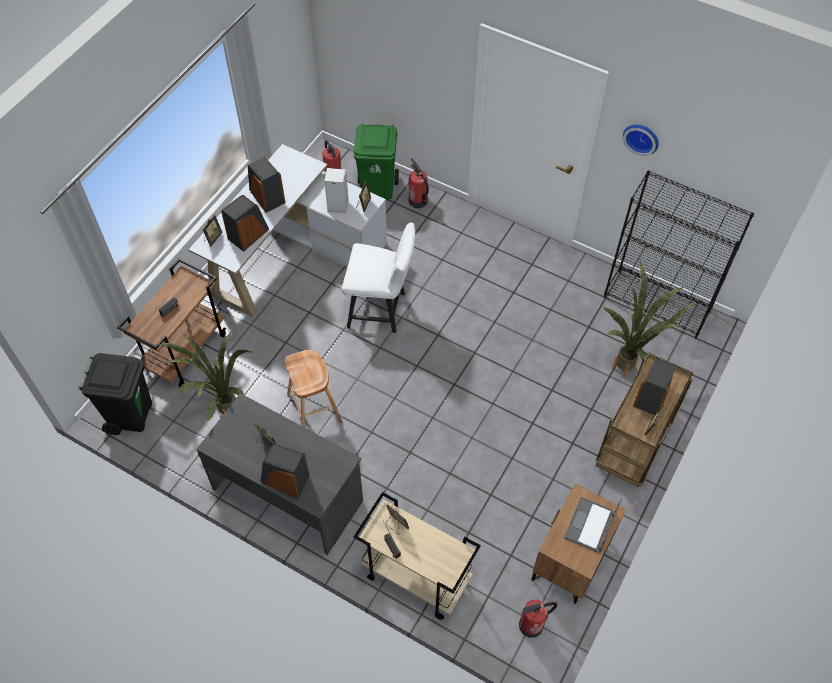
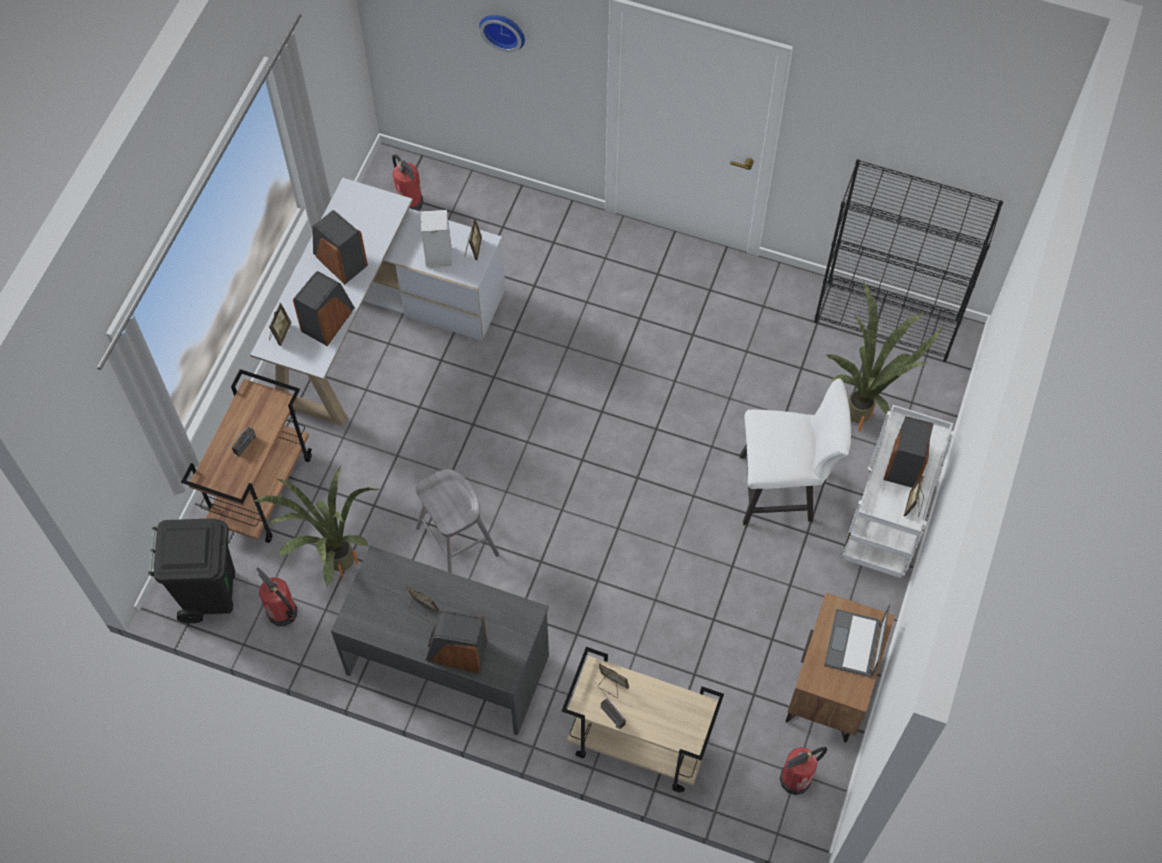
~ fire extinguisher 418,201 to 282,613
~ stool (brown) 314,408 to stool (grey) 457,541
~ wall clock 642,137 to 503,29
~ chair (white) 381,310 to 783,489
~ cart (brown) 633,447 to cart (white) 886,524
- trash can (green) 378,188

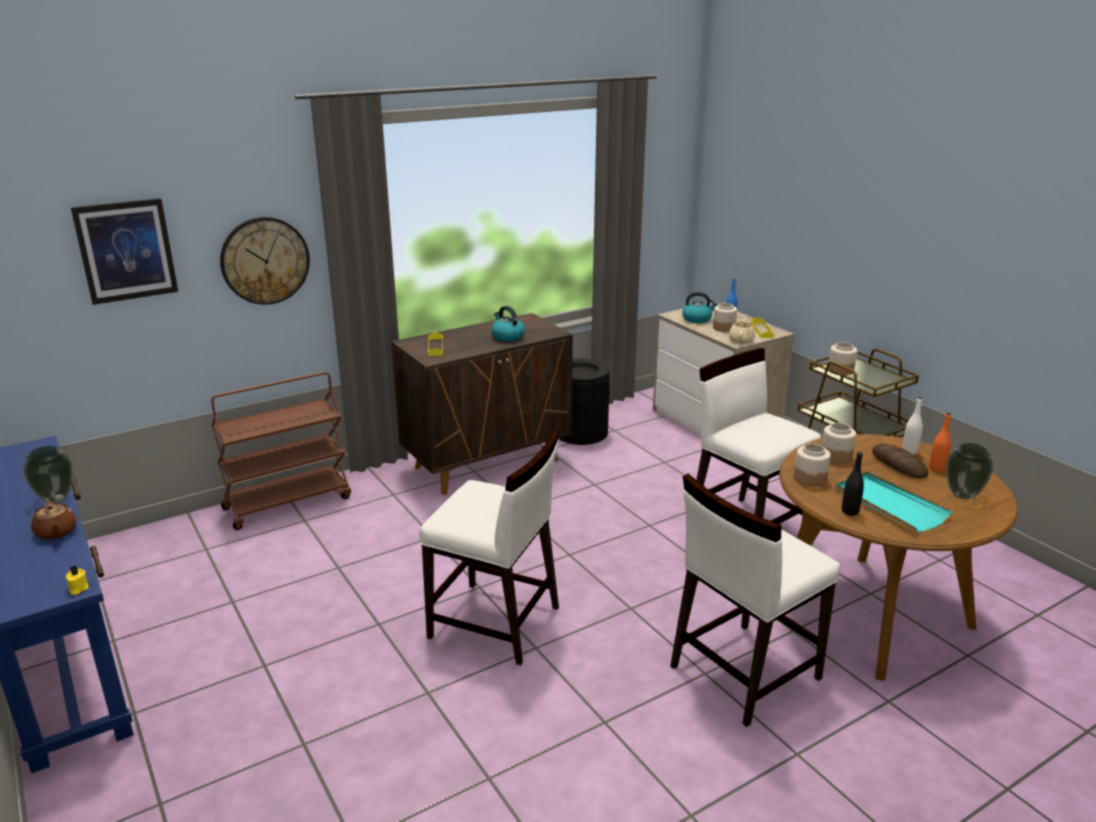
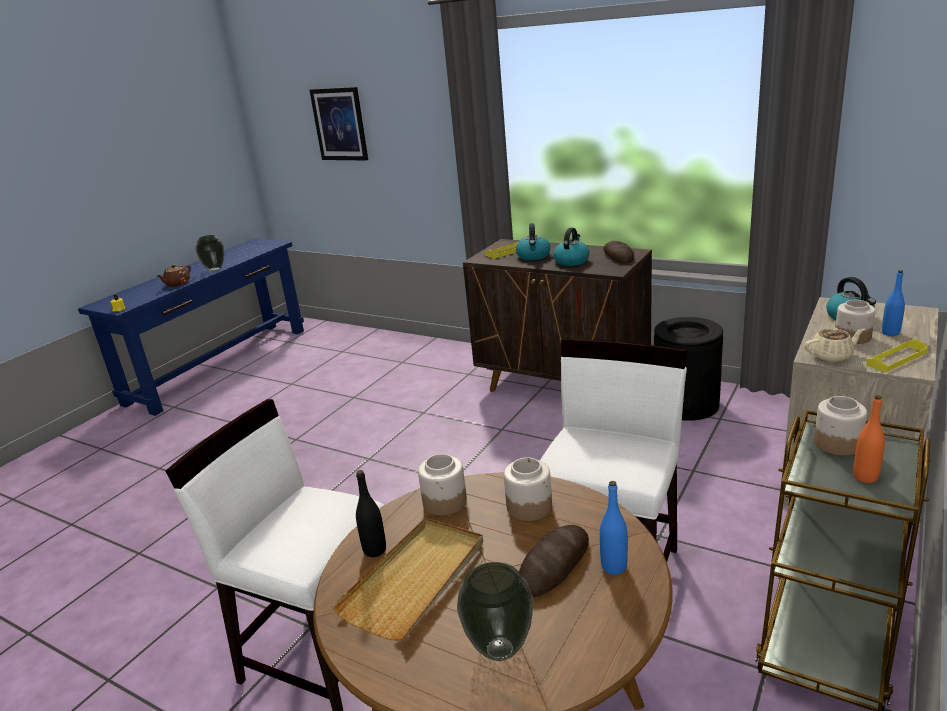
~ tray (turquoise) 889,505 to tray (beige) 415,579
+ kettle 533,256
~ bottle (white) 909,451 to bottle (blue) 614,567
+ bread 618,256
~ bottle (orange) 937,469 to 865,477
- cart (brown) 288,502
- wall clock 265,260
- chair (white) 495,623

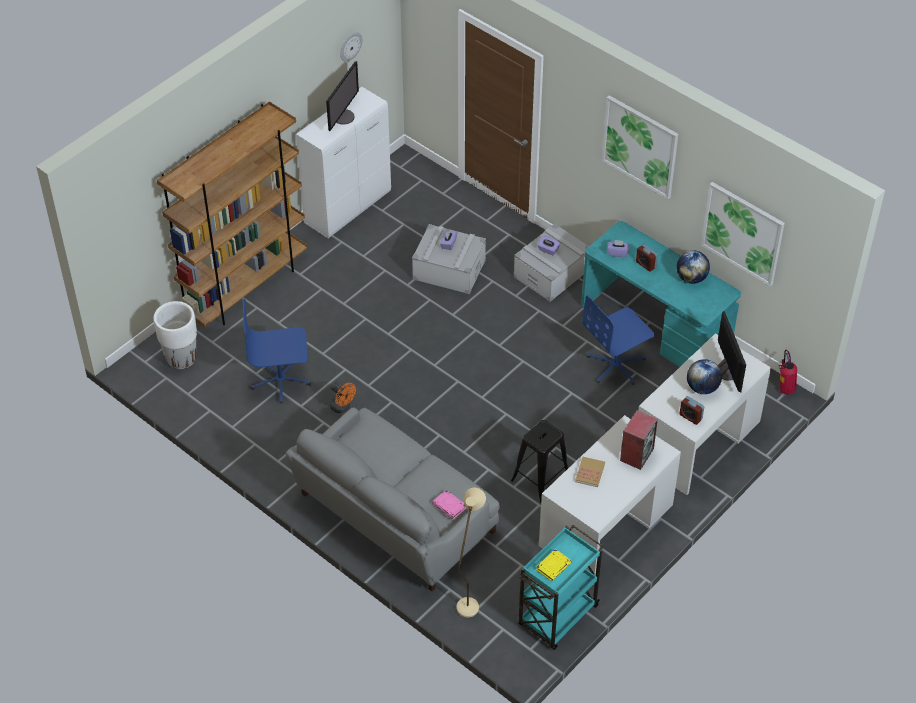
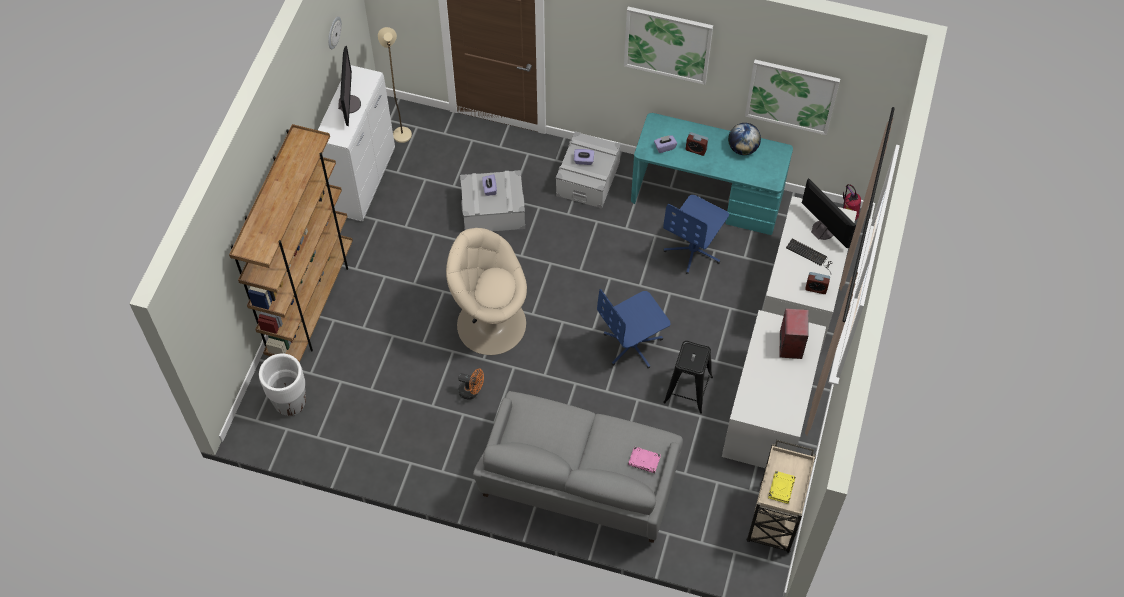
~ floor lamp (beige) 469,600 to 401,129
+ armchair (beige) 490,323
~ office chair (blue) 281,380 to 633,345
~ cart (turquoise) 557,617 to cart (beige) 774,519
~ globe 702,388 to keyboard 810,255
- book 590,473

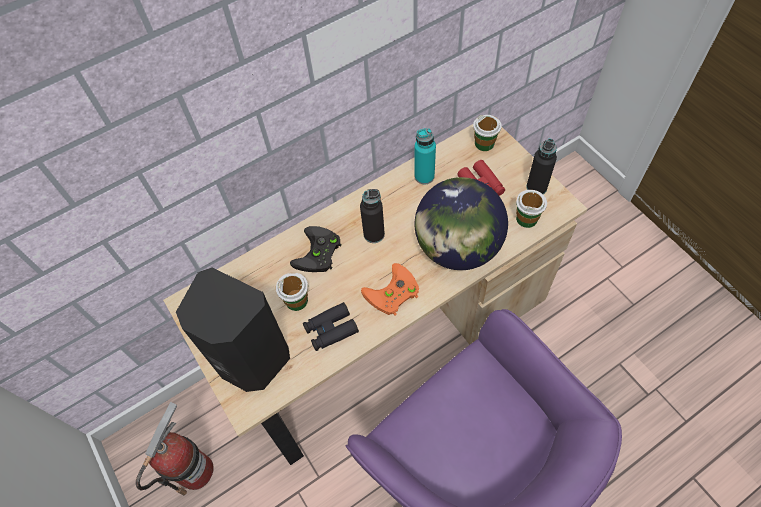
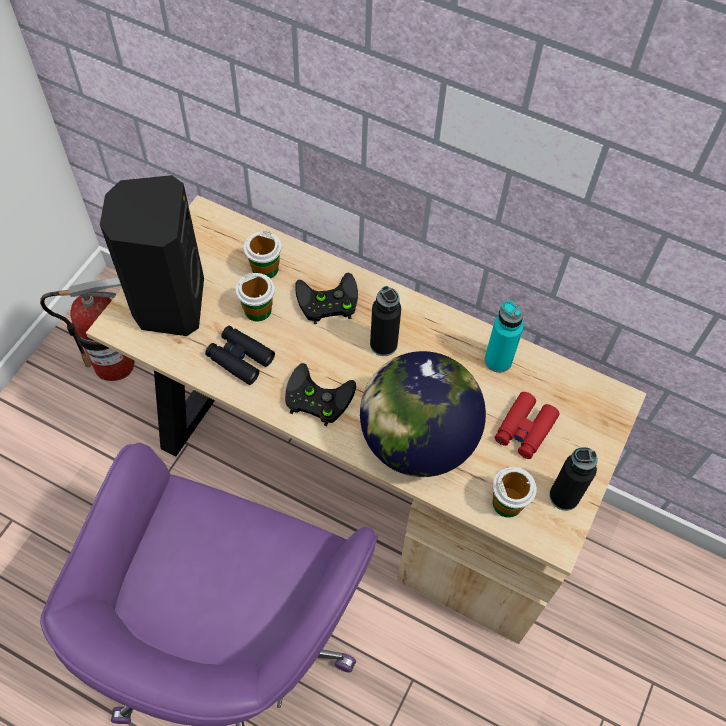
~ cup 484,143 to 265,269
~ game controller (orange) 392,294 to game controller (black) 315,398

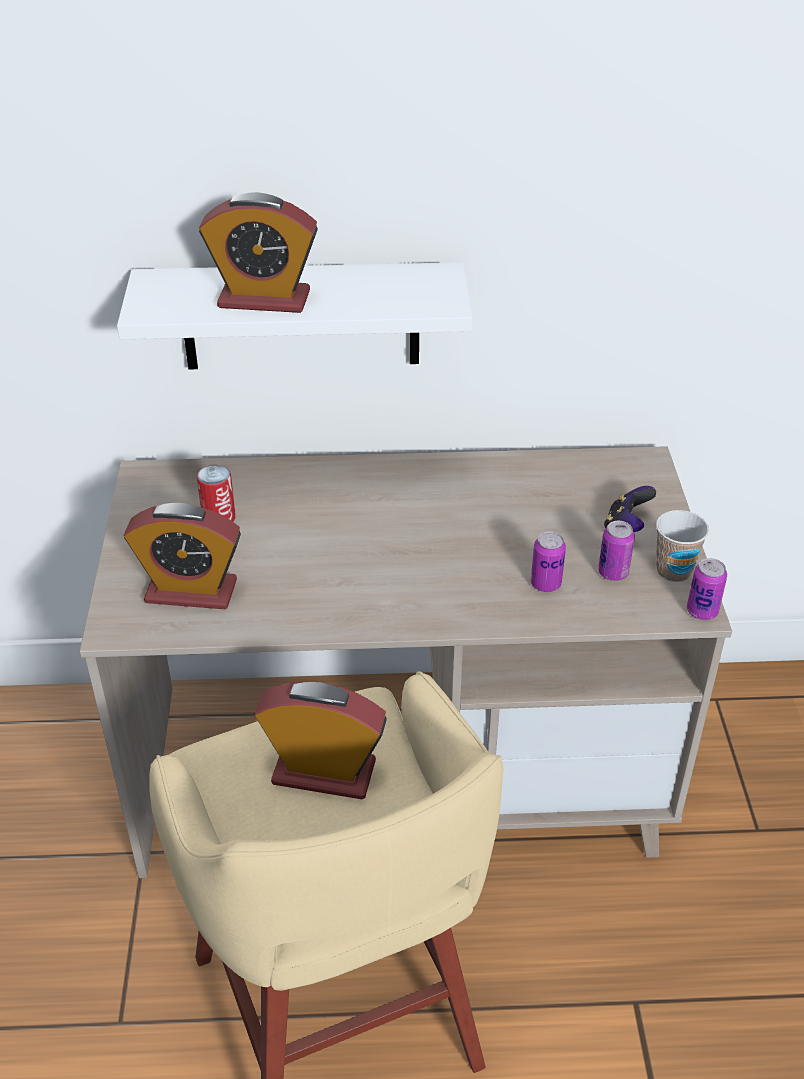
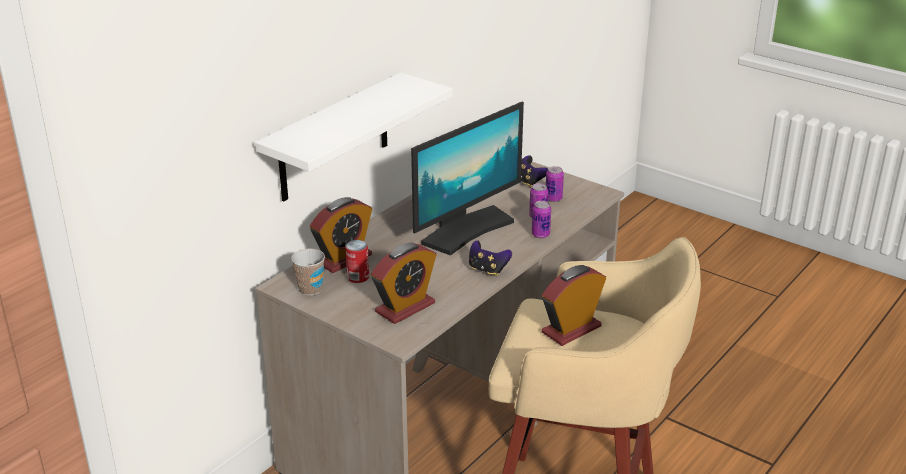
~ cup 673,571 to 310,289
~ alarm clock 264,299 to 343,259
+ monitor 466,230
+ game controller 487,270
~ can 702,611 to 540,234

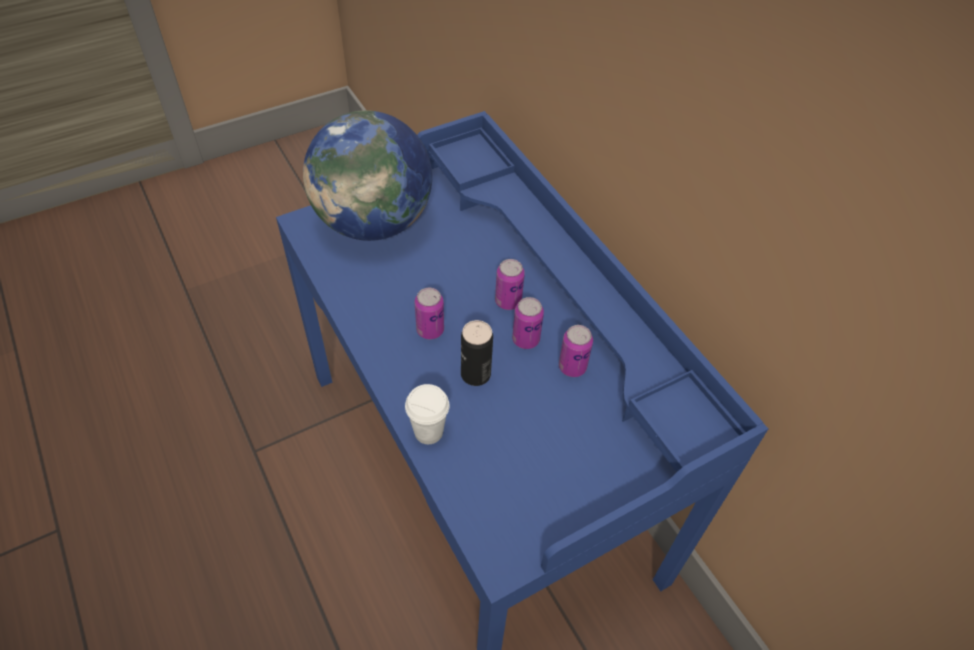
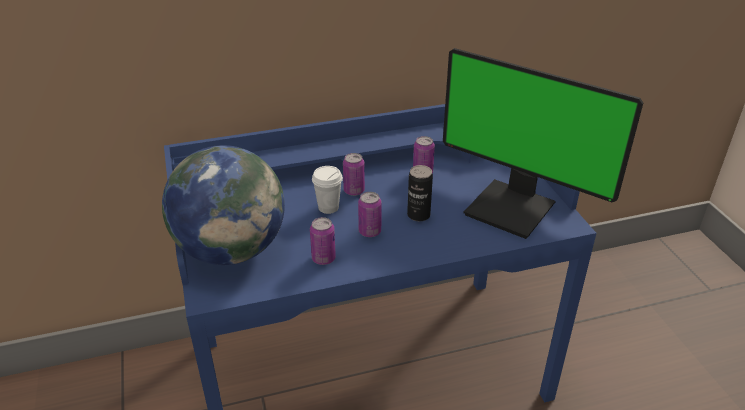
~ can 525,339 to 323,258
~ cup (white) 428,432 to 328,207
+ monitor 512,208

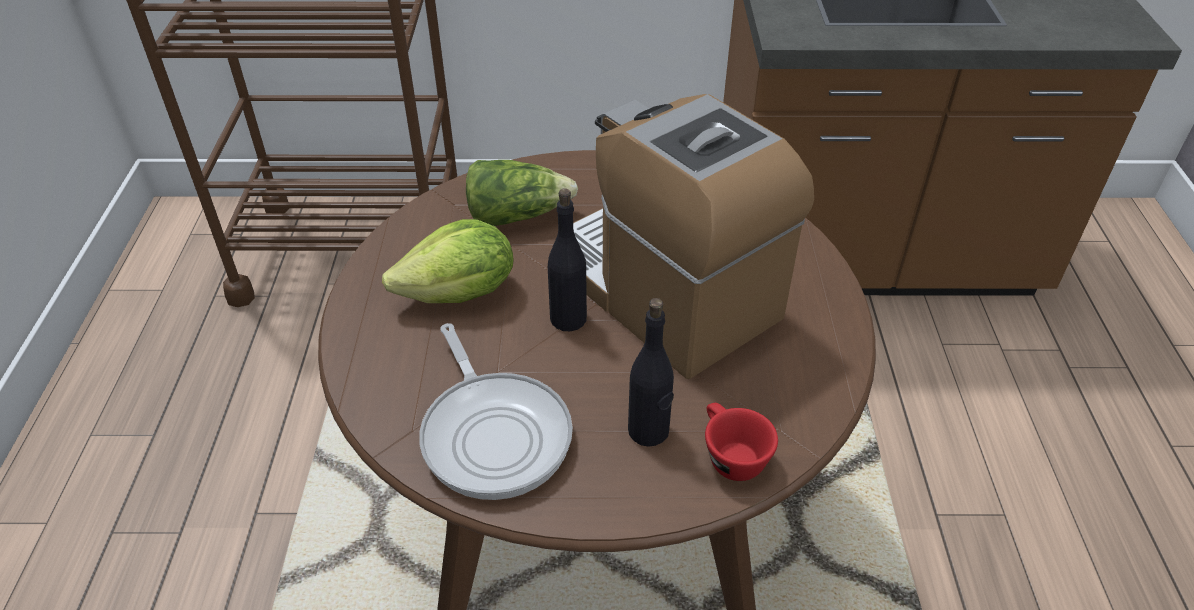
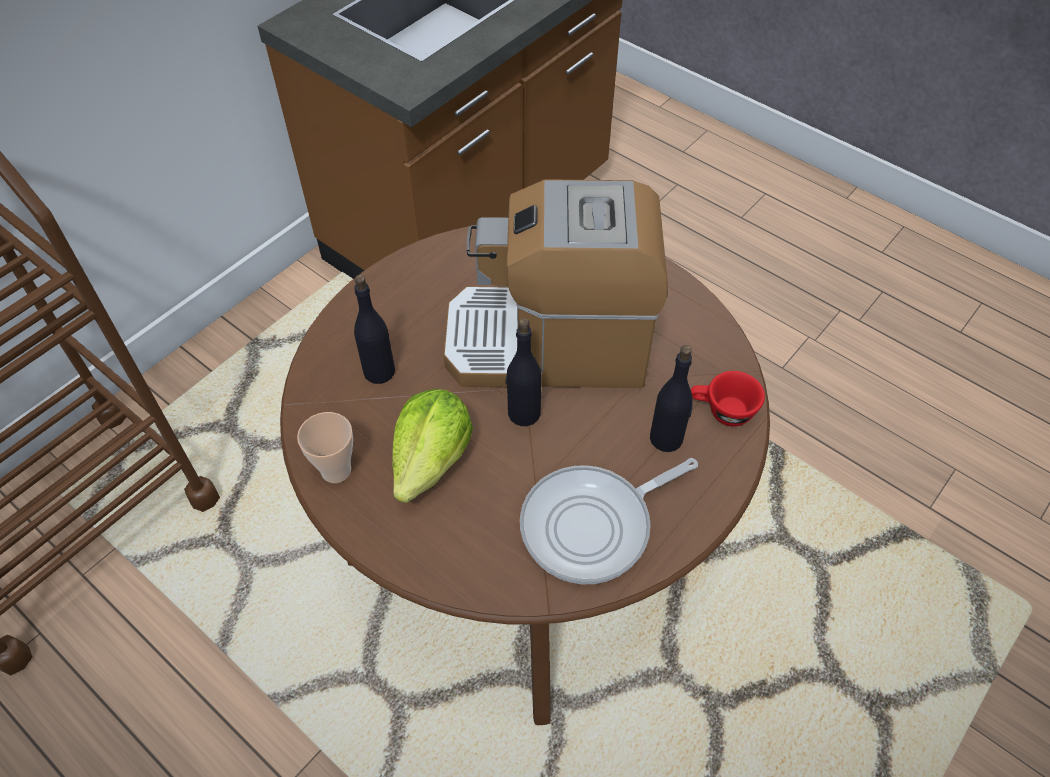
+ cup 336,470
~ lettuce 517,215 to bottle (black) 379,371
~ frying pan 494,434 = 593,525 135 degrees clockwise

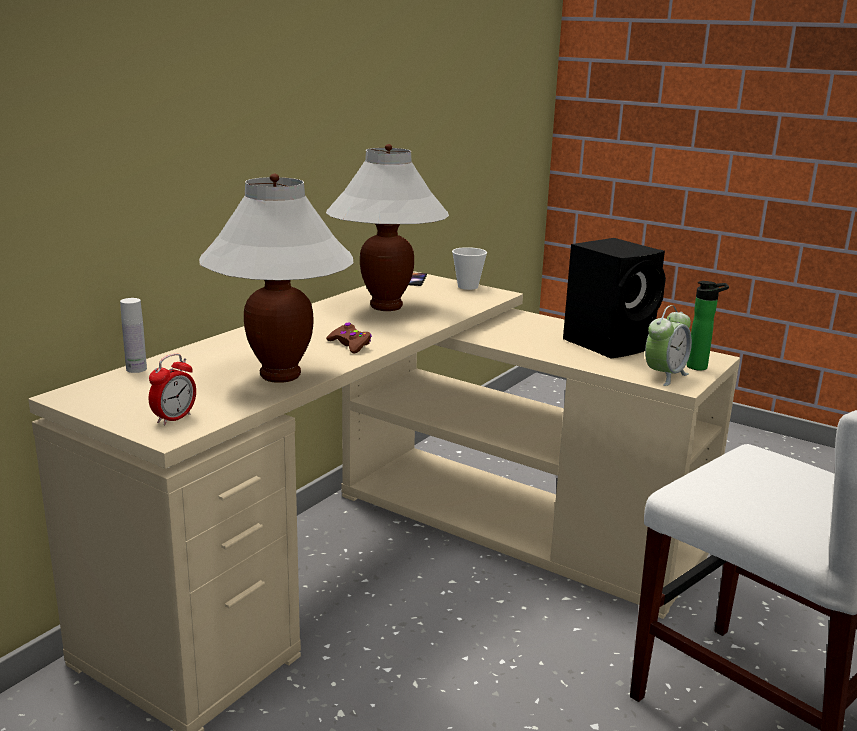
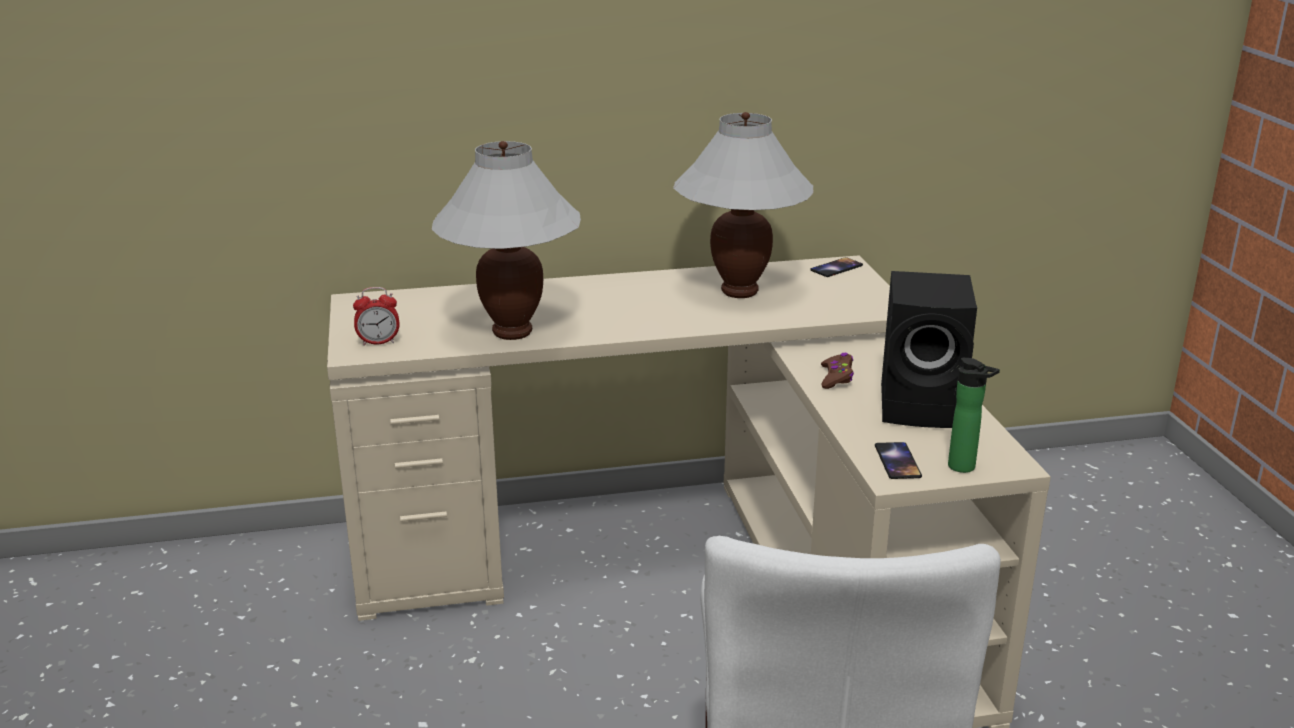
~ game controller (brown) 350,345 to 836,377
~ alarm clock 664,376 to phone 897,461
- bottle (white) 136,369
- cup 468,286

